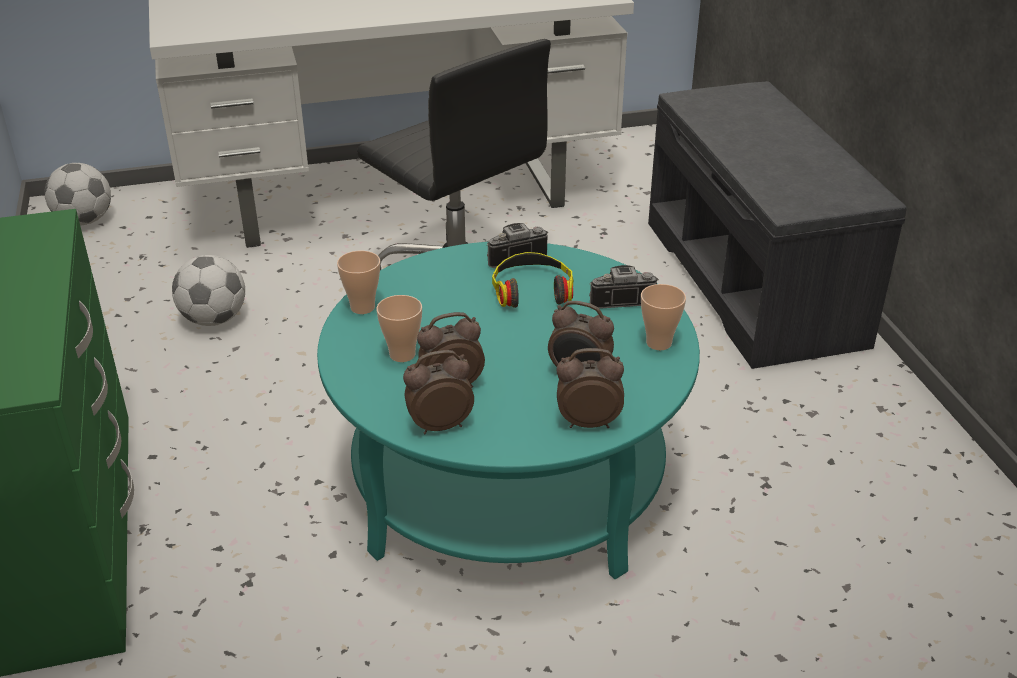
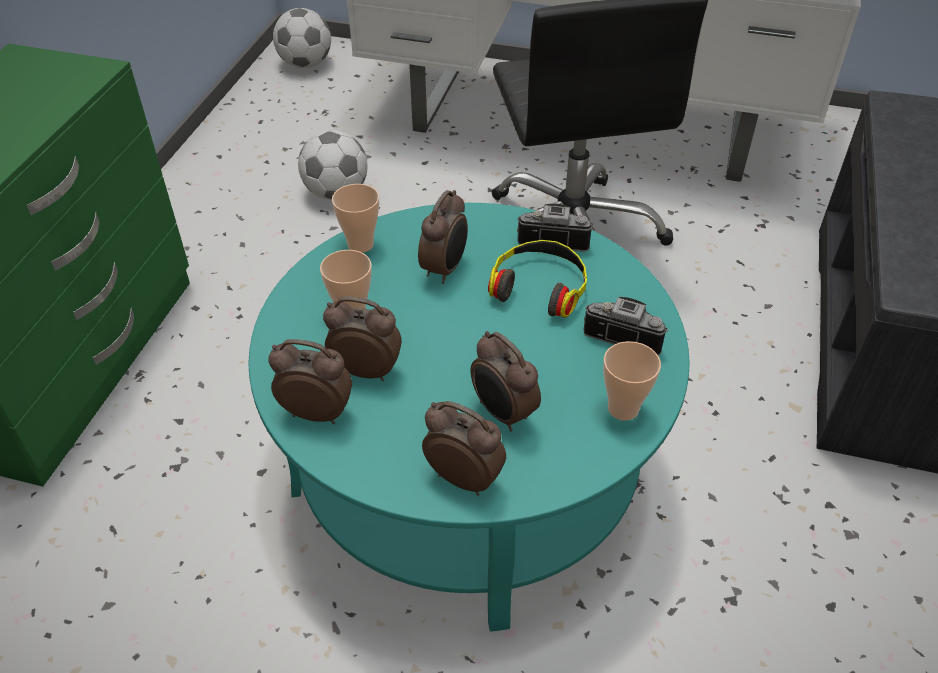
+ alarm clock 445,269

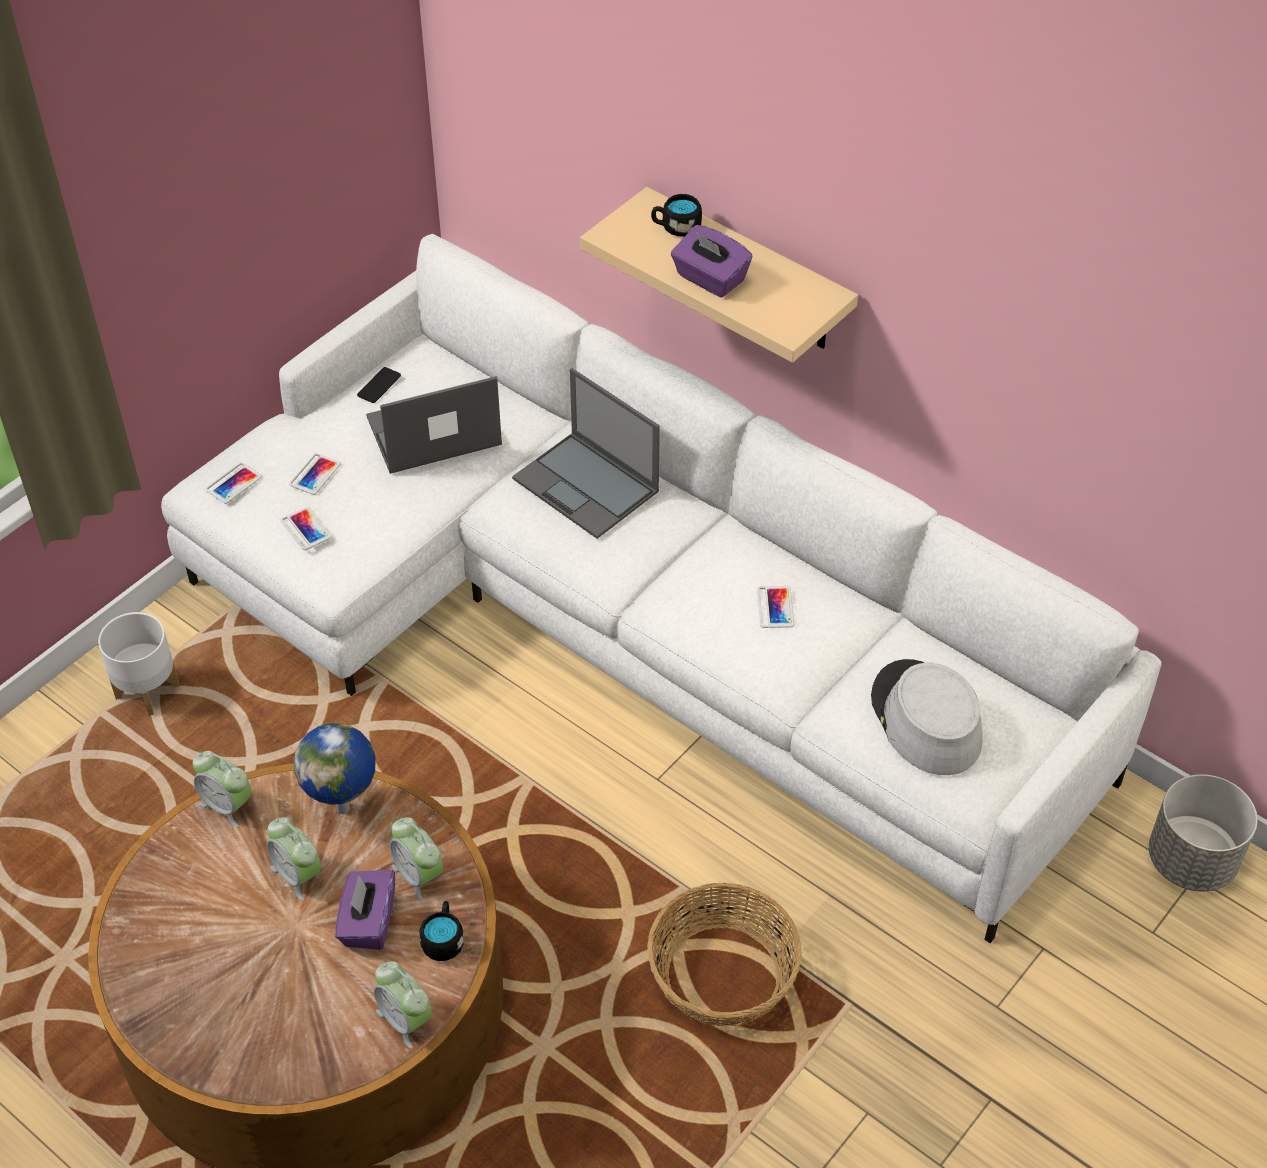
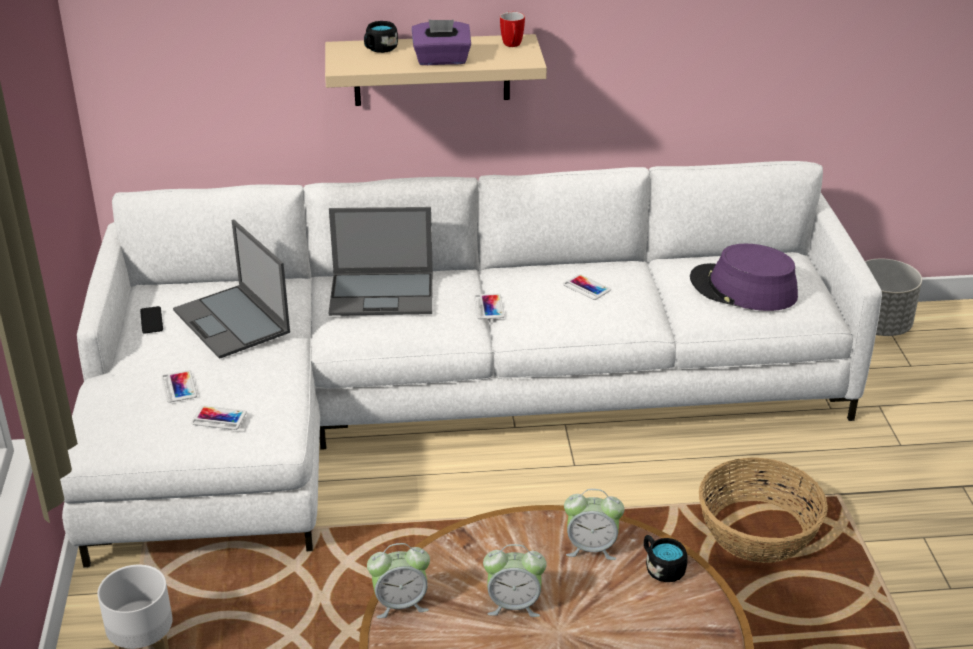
~ laptop 432,432 = 232,322 60 degrees counterclockwise
~ phone 233,483 to 489,307
+ mug 512,46
~ hat (grey) 925,719 to hat (purple) 743,289
- globe 345,808
- tissue box (purple) 368,922
- alarm clock 405,1020

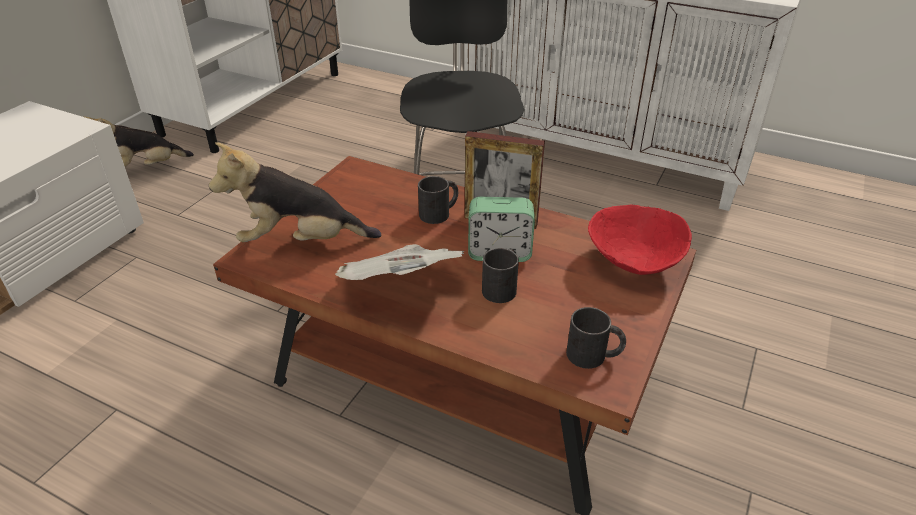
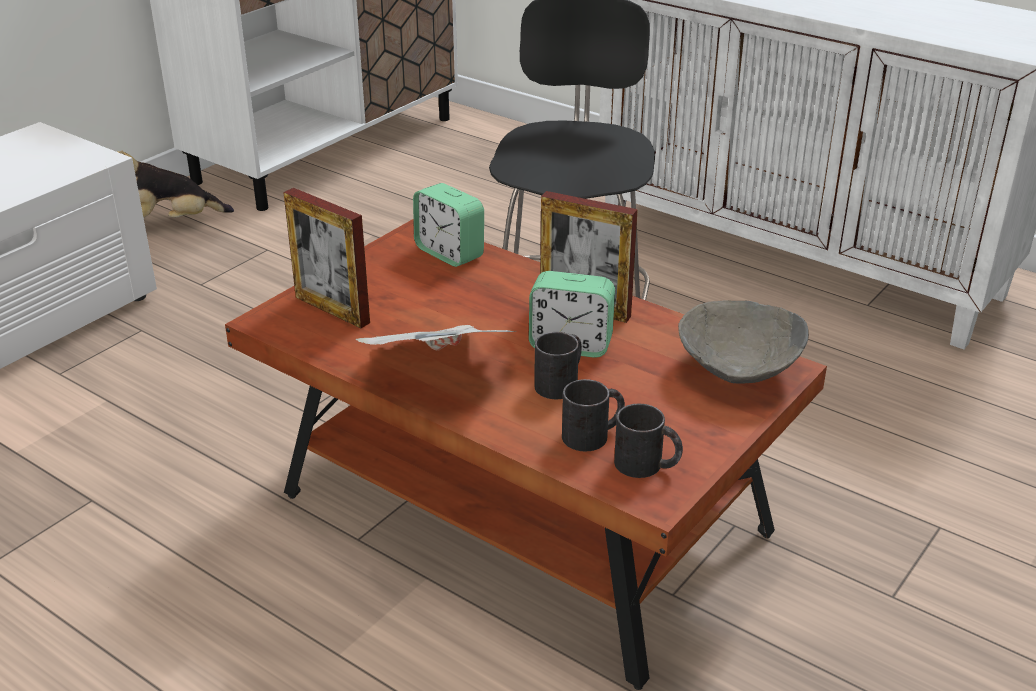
~ plush toy 300,242 to picture frame 332,310
+ alarm clock 449,253
~ mug (black) 439,213 to 593,434
~ bowl (red) 635,261 to bowl (grey) 740,370

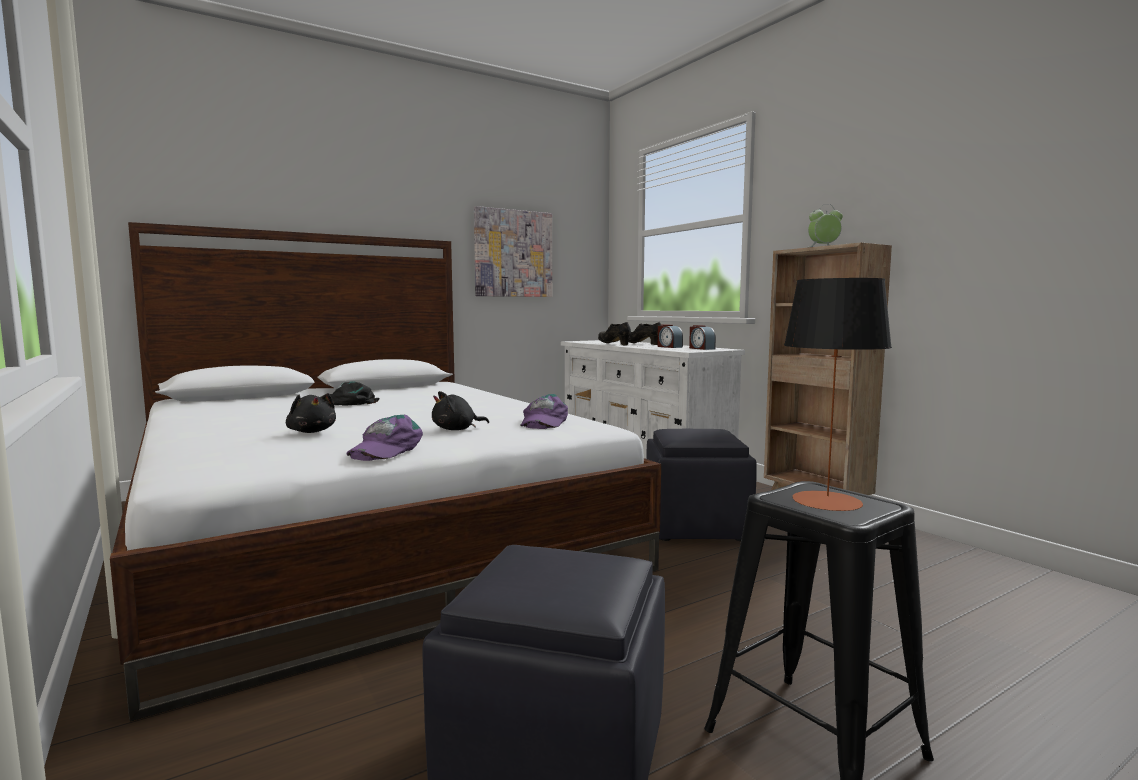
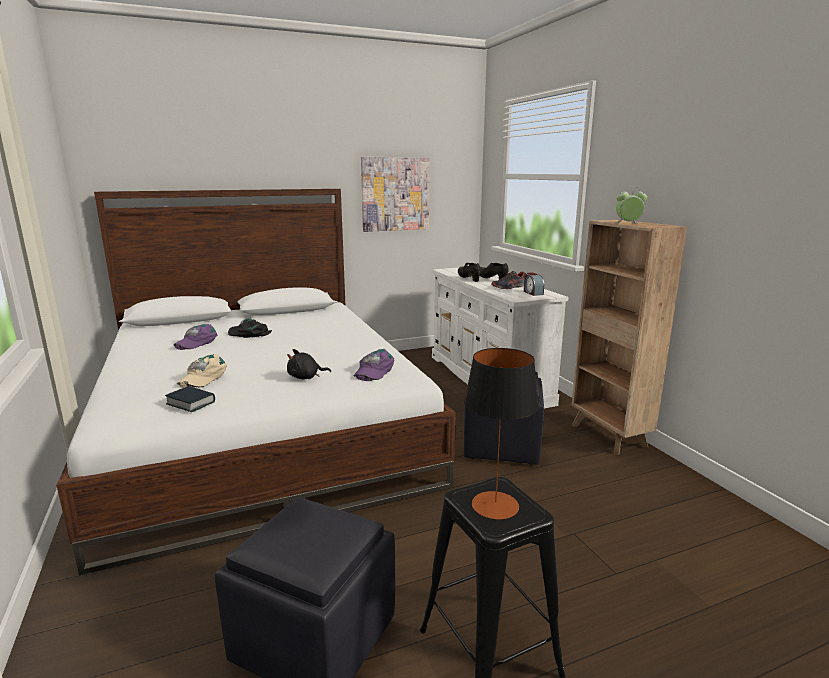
+ book 191,403
~ cap (purple) 385,449 to 196,342
~ plush toy (black) 312,431 to cap (beige) 202,377
~ alarm clock 669,347 to shoe 509,287

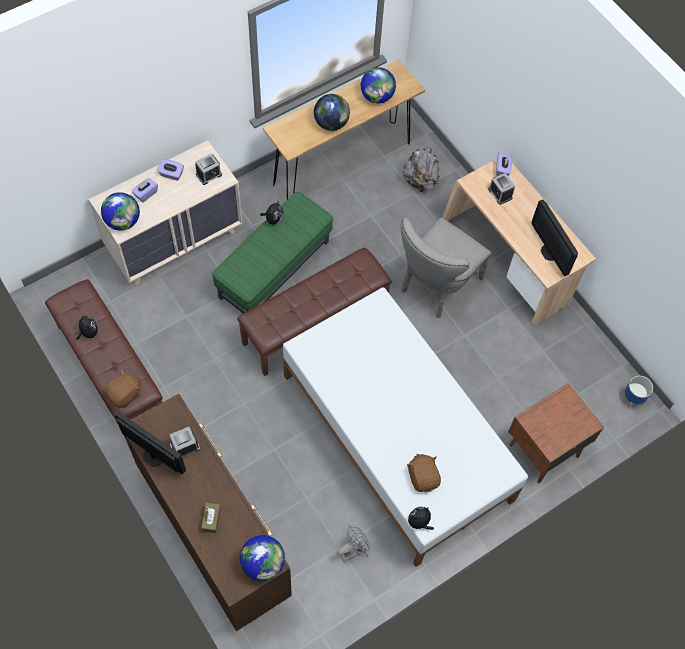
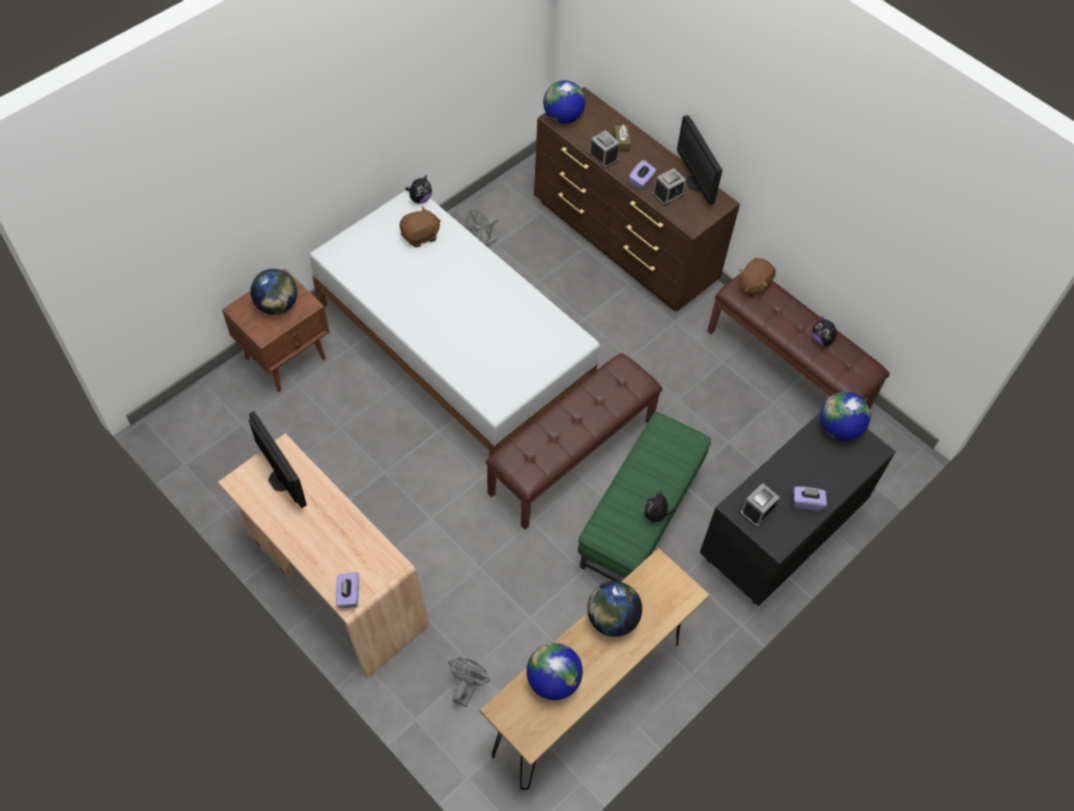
+ globe 277,305
~ plush toy (brown) 423,477 = 420,236 90 degrees counterclockwise
~ backpack (grey) 420,181 to fan (grey) 466,688
~ alarm clock 500,193 to 603,157
~ tissue box (purple) 145,193 to 641,181
~ monitor 153,456 = 695,183 45 degrees clockwise
~ dresser (beige) 175,240 to dresser (black) 780,536
- chair (grey) 436,286
- planter 631,399

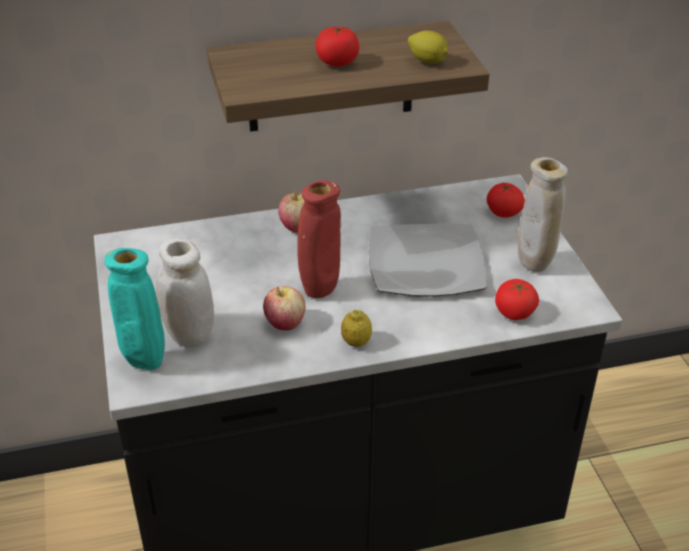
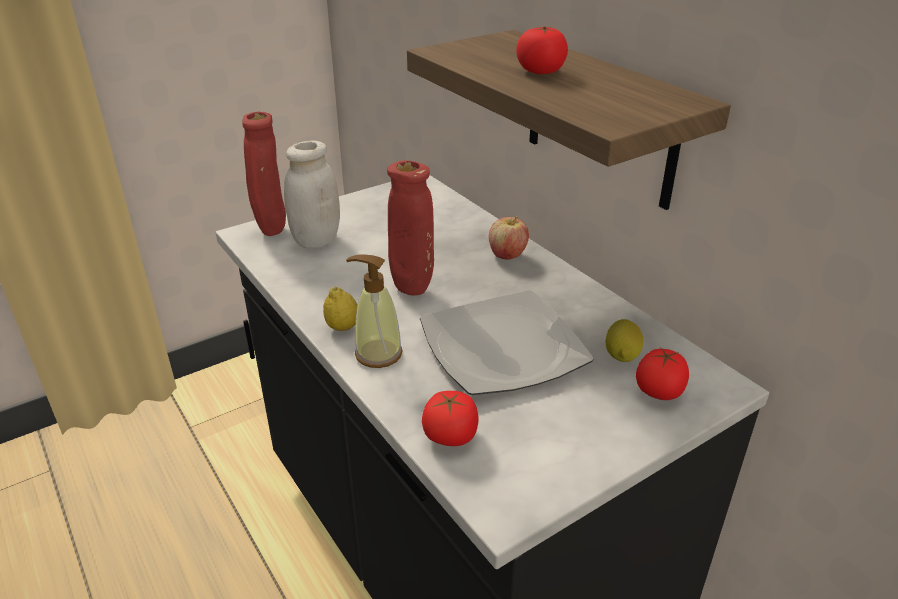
~ vase (turquoise) 144,364 to vase (red) 271,230
+ soap dispenser 378,354
~ lemon 427,61 to 622,354
- apple 285,323
- vase (beige) 534,265

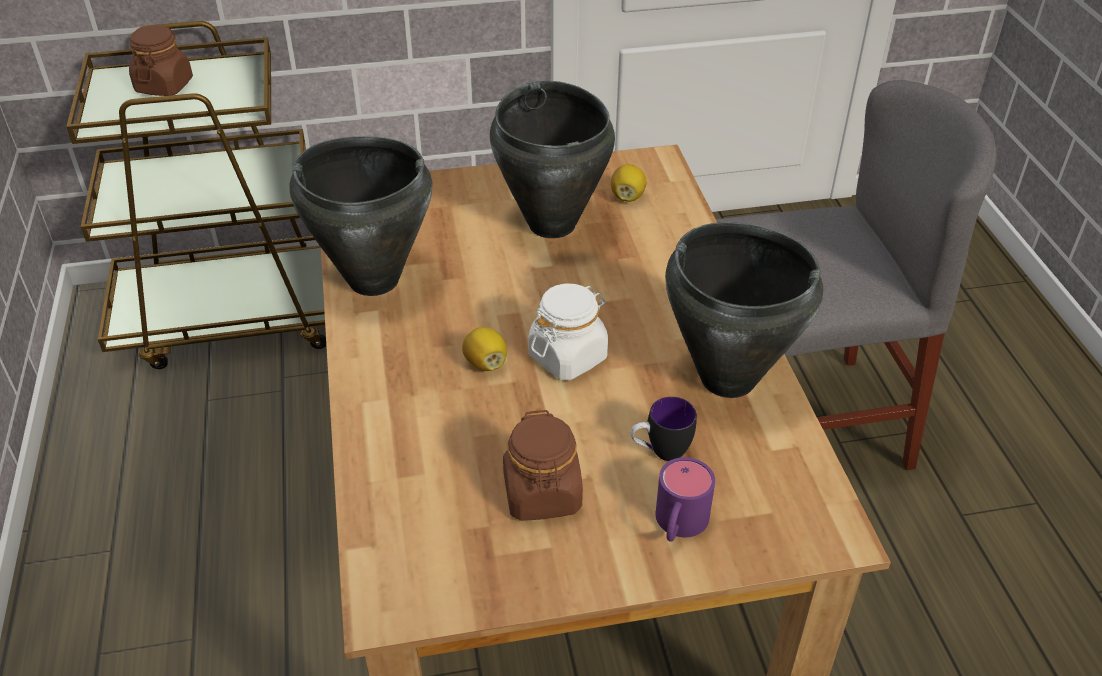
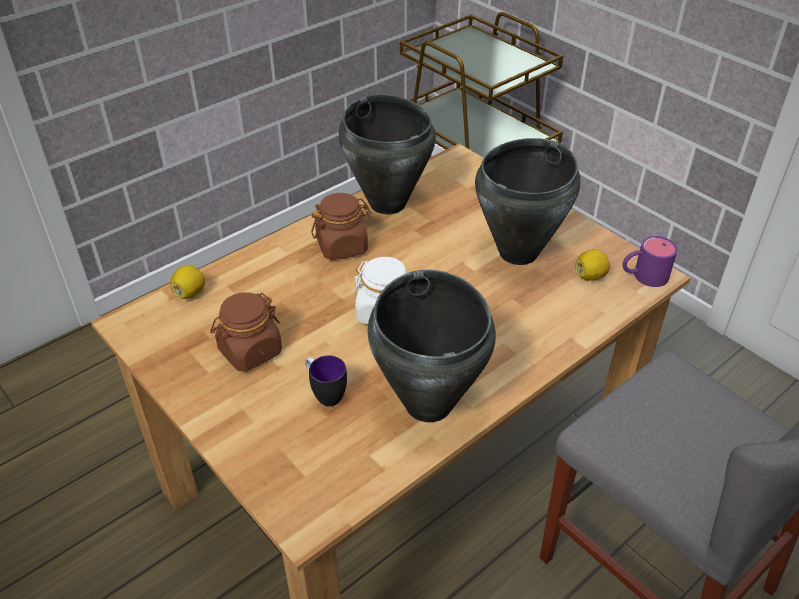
~ lemon 485,363 to 190,293
~ jar (brown) 164,86 to 342,246
~ mug (purple) 678,525 to 643,276

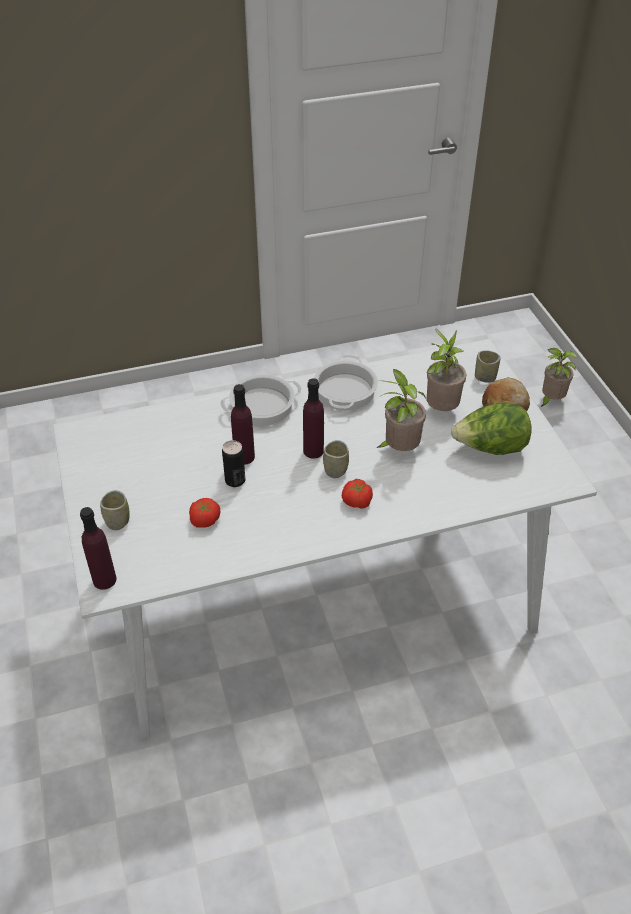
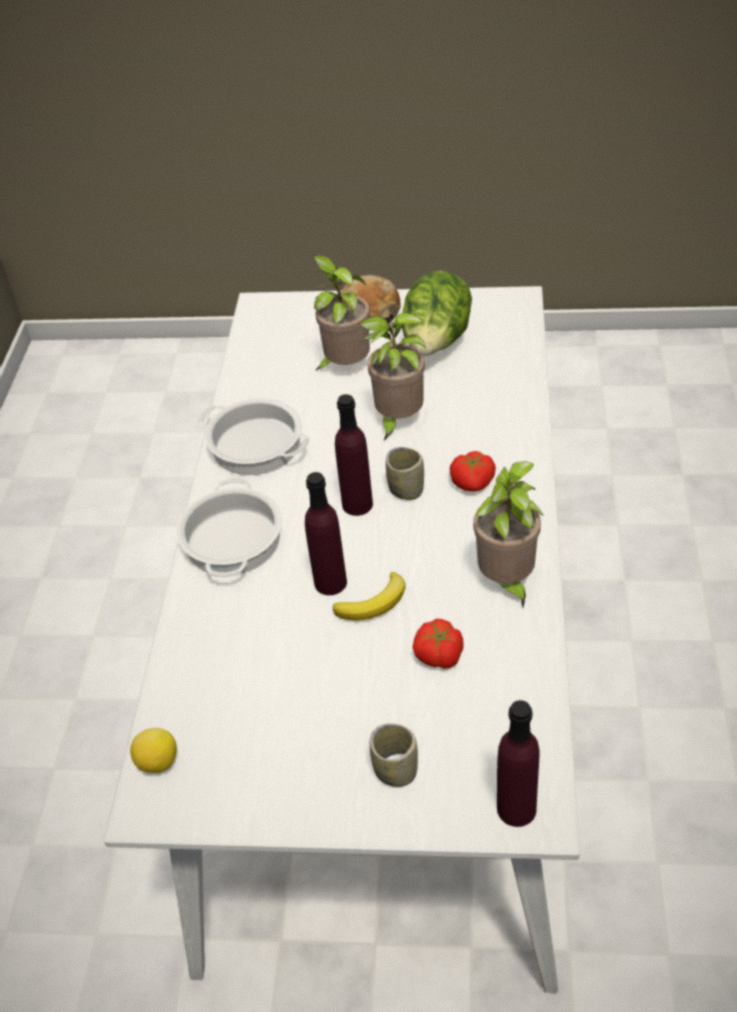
+ lemon 158,762
~ can 235,480 to banana 374,603
~ potted plant 550,400 to 507,582
- cup 485,377

